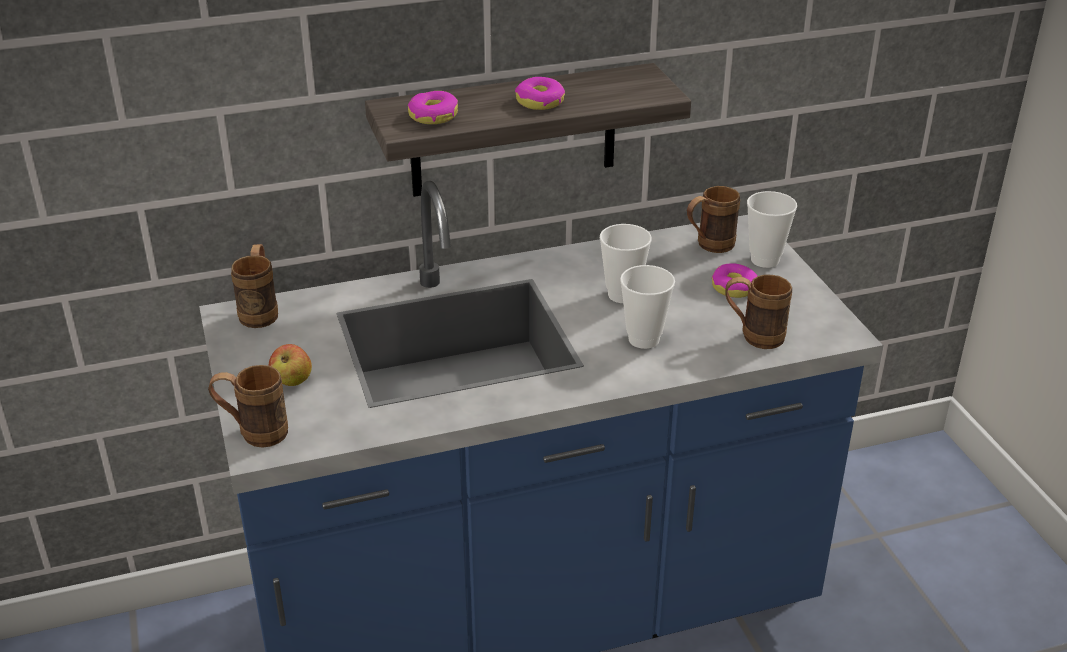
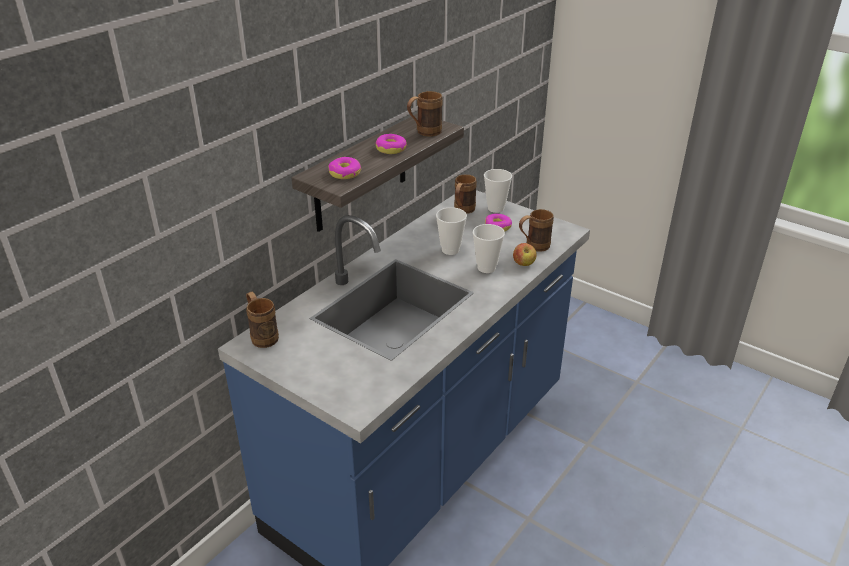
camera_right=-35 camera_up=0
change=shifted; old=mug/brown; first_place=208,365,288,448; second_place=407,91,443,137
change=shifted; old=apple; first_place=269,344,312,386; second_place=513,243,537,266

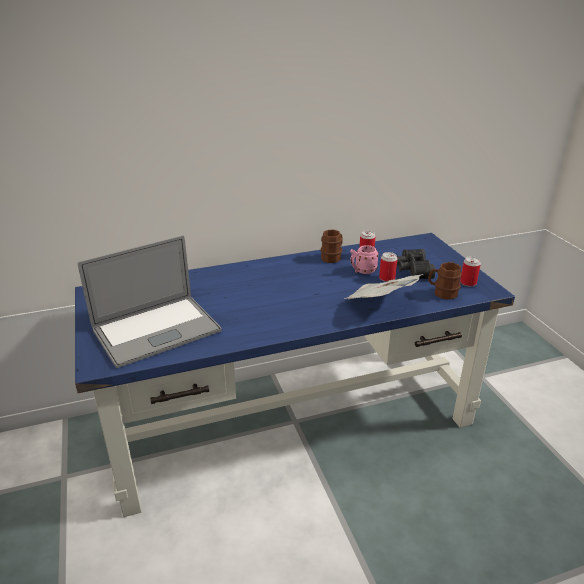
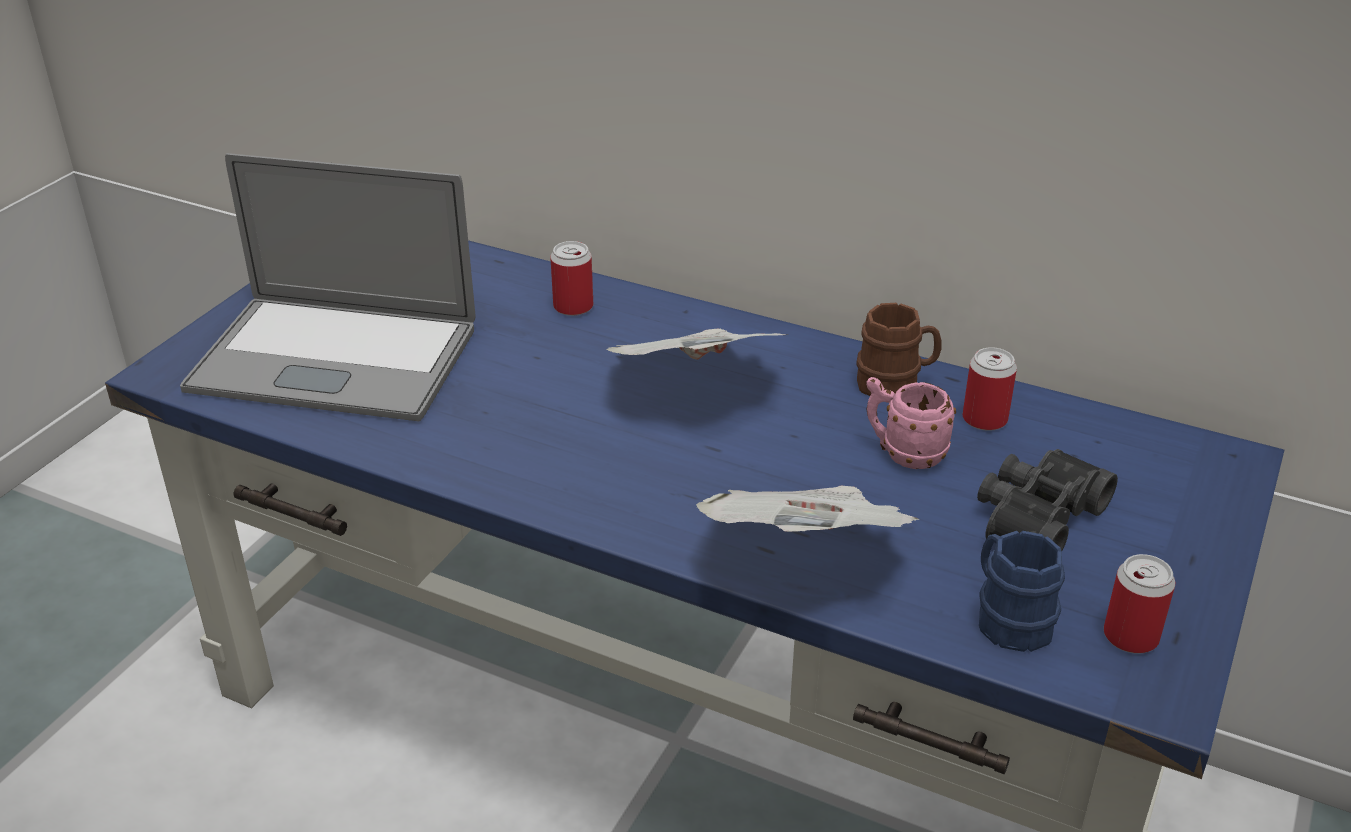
camera_right=45 camera_up=5
change=shifted; old=can; first_place=379,252,398,282; second_place=550,241,593,316
change=new; new=newspaper; second_place=606,328,787,360
change=repainted; old=mug/brown; new=mug/blue; first_place=428,262,462,300; second_place=979,531,1065,652

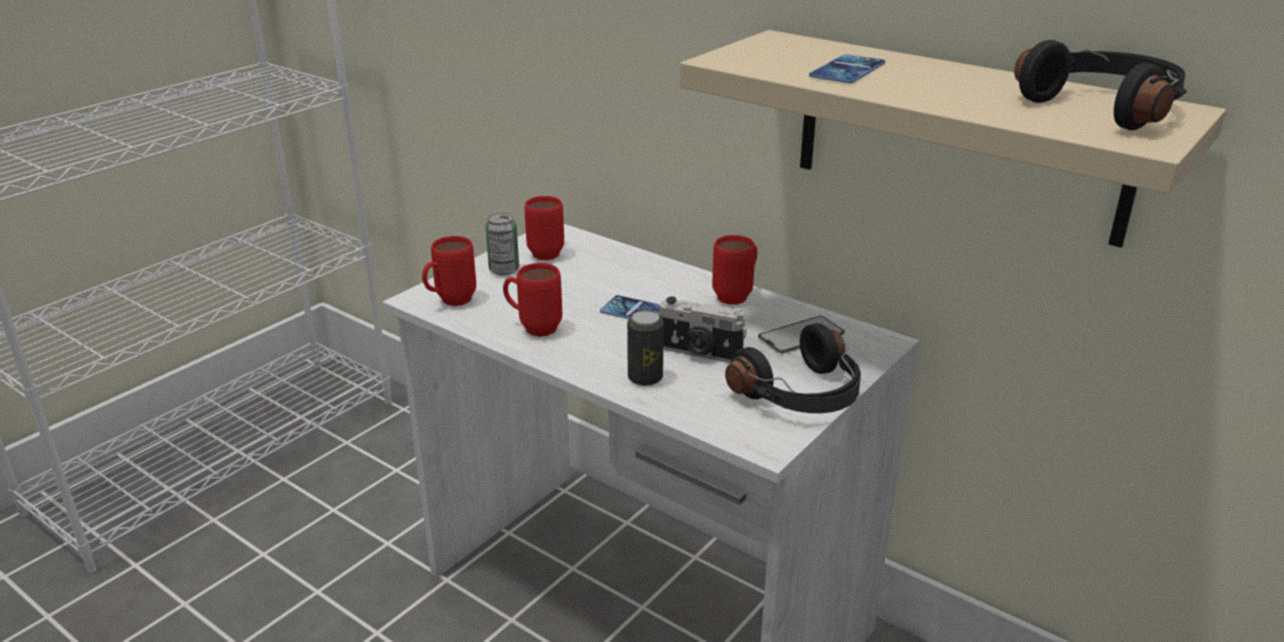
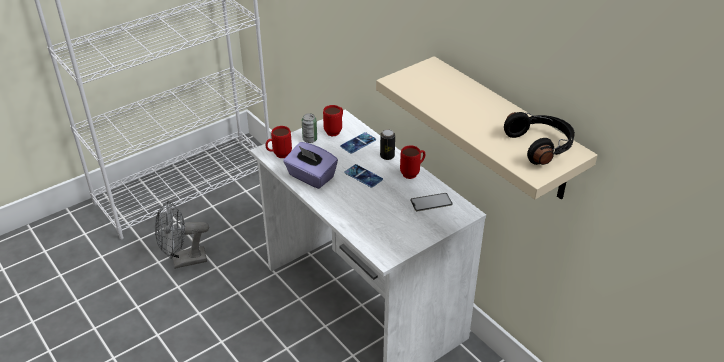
camera_right=15 camera_up=10
change=new; new=fan/grey; second_place=155,200,209,269
change=swapped; old=mug/red; new=tissue box/purple; first_place=503,263,562,337; second_place=283,142,338,189
change=shifted; old=phone; first_place=809,54,885,83; second_place=340,132,376,154
change=shifted; old=can; first_place=627,310,664,386; second_place=380,129,395,160
change=gone; old=photo camera; first_place=658,296,747,363
change=gone; old=headphones/black; first_place=725,323,861,413

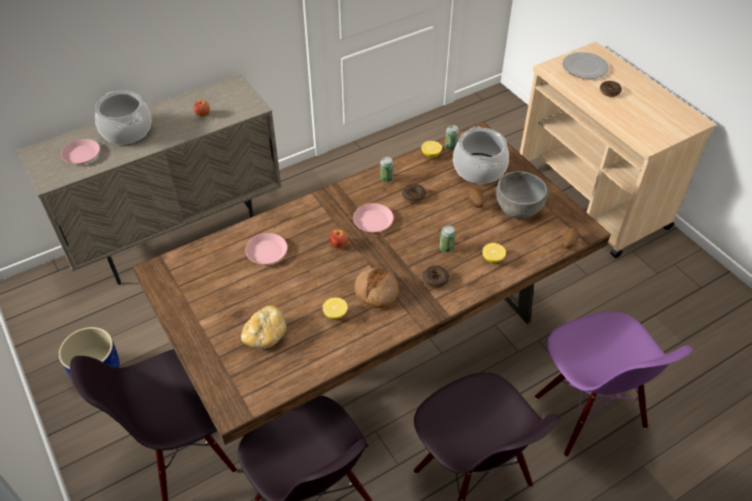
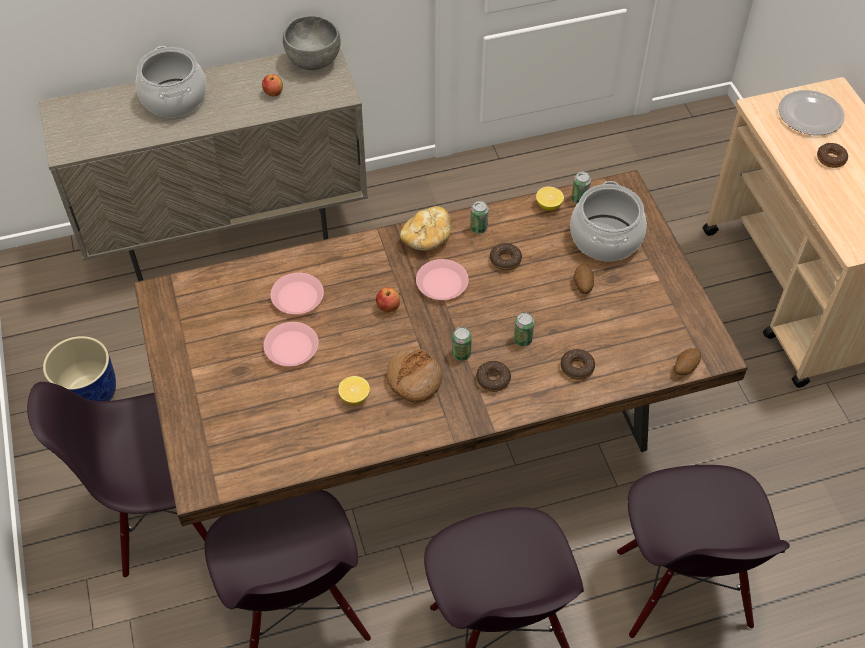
camera_right=15 camera_up=5
change=shifted; old=plate/pink; first_place=61,139,100,164; second_place=264,322,319,366
change=shifted; old=bowl/grey; first_place=496,171,548,219; second_place=283,15,341,70
change=shifted; old=bread; first_place=241,305,286,349; second_place=400,206,451,251
change=new; new=can; second_place=452,327,472,361
change=swapped; old=lemon; new=donut; first_place=482,243,506,263; second_place=561,349,595,380
change=repainted; old=chair/purple; new=chair/black; first_place=535,312,694,457; second_place=617,465,790,638

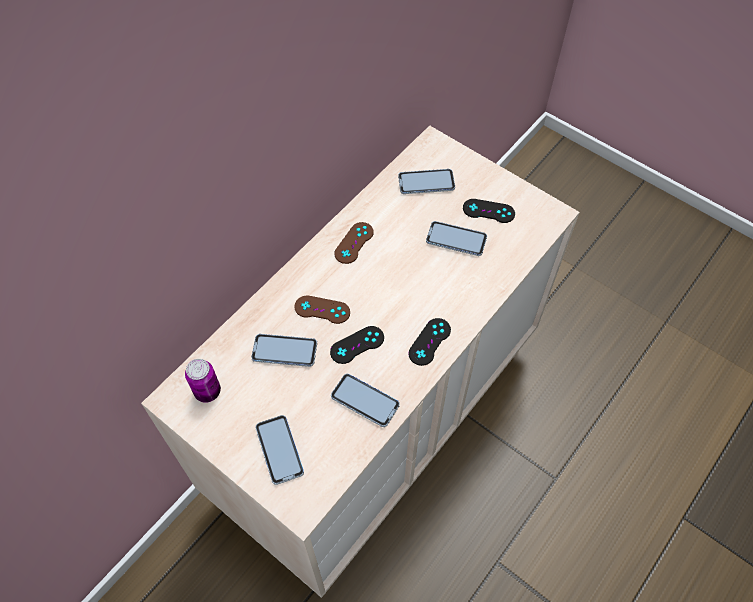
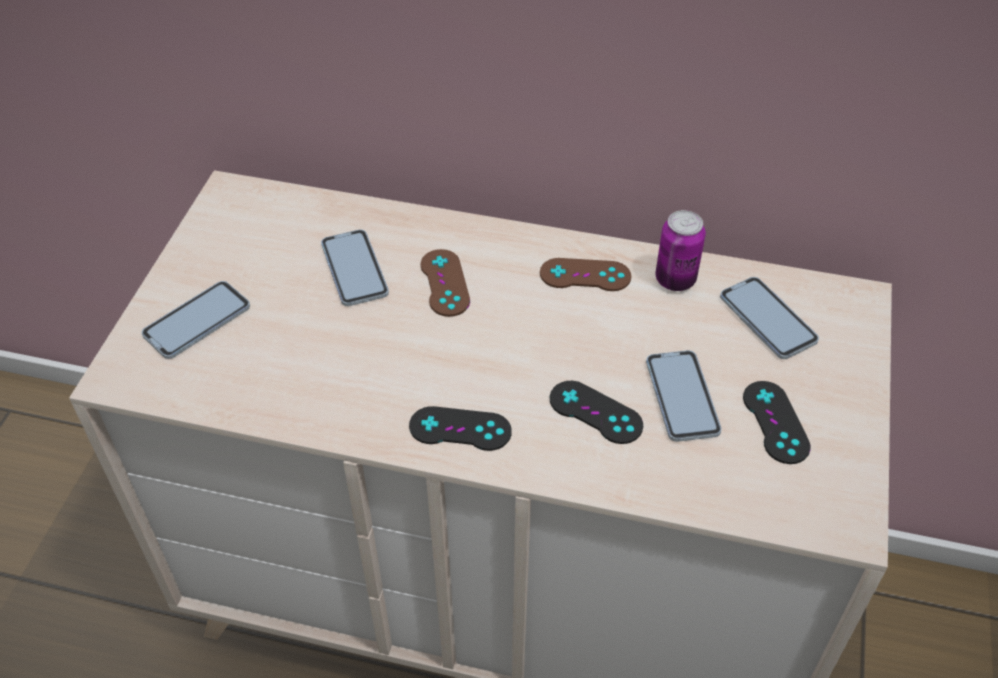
camera_right=65 camera_up=-10
change=shifted; old=game controller/black; first_place=330,326,384,364; second_place=550,381,643,444
change=shifted; old=can; first_place=185,359,221,403; second_place=655,210,706,291
change=gone; old=phone; first_place=331,374,400,427

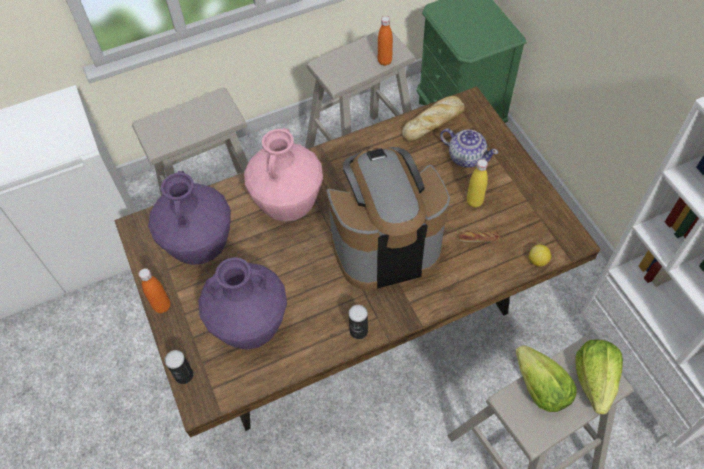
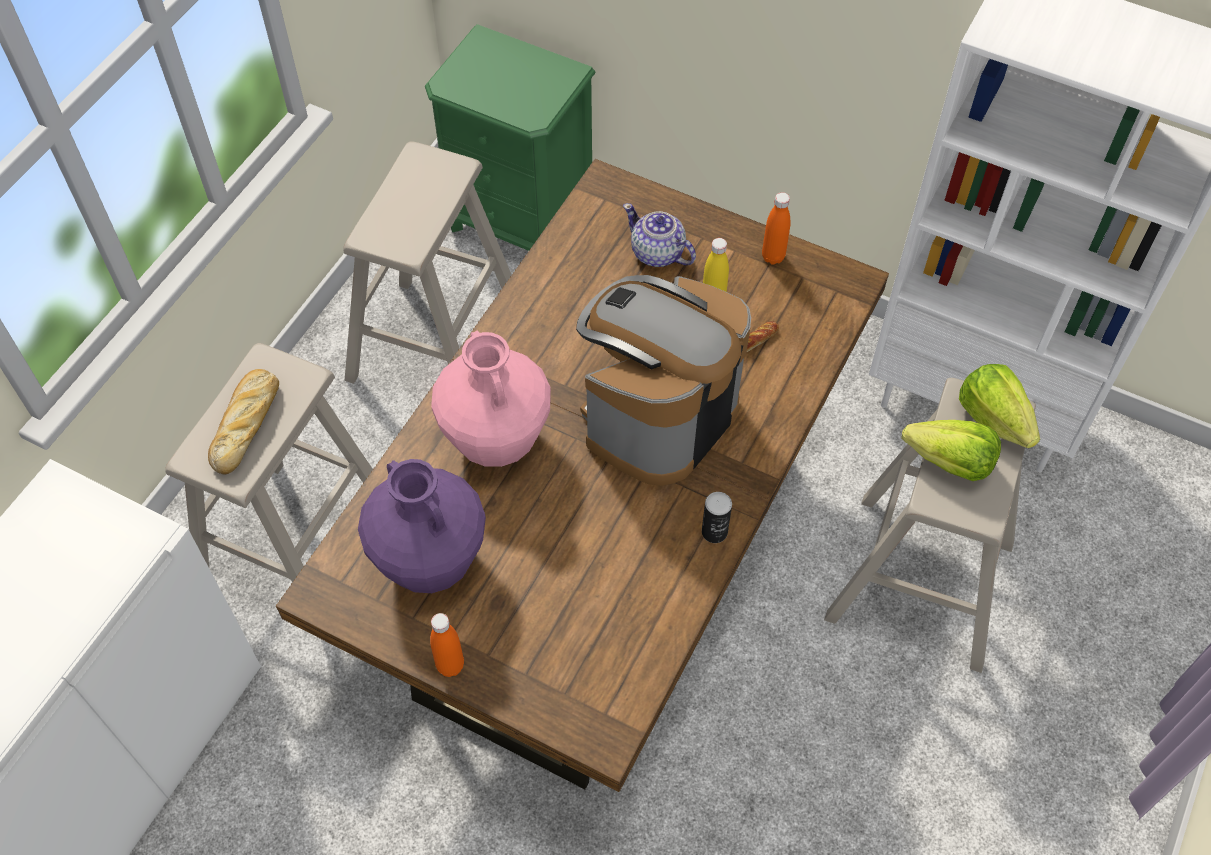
camera_right=-40 camera_up=0
change=shifted; old=bread; first_place=402,96,465,142; second_place=208,369,279,474
change=rotated; old=teapot; first_place=440,128,498,168; second_place=623,203,696,267; degrees=-135
change=shifted; old=bottle/orange; first_place=378,16,393,66; second_place=762,192,790,265
change=gone; old=can; first_place=165,350,193,384
change=gone; old=vase/purple; first_place=198,257,287,350
change=gone; old=lemon; first_place=529,245,551,267

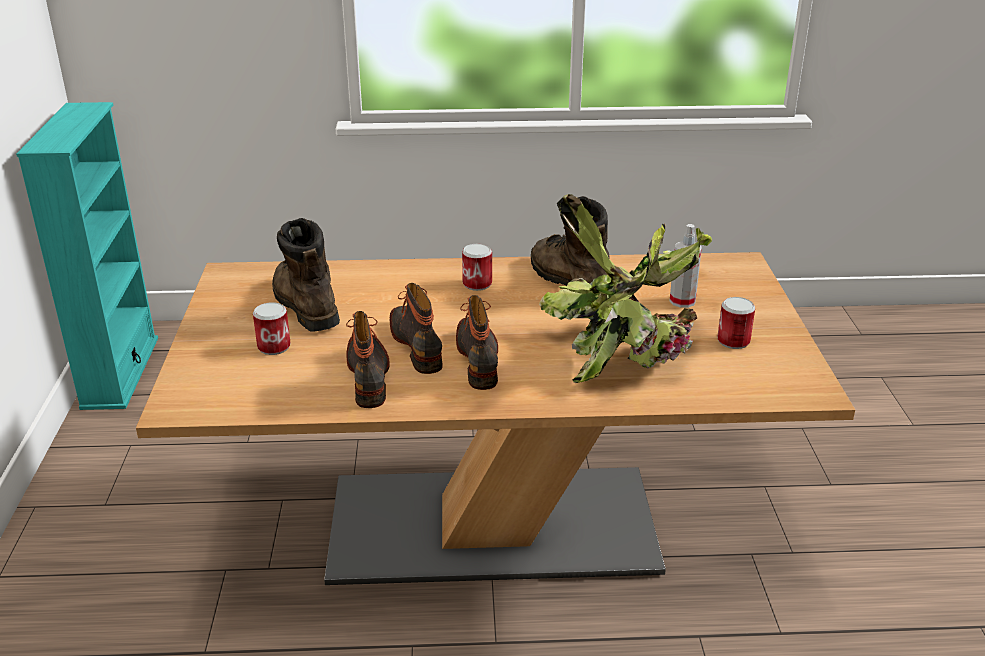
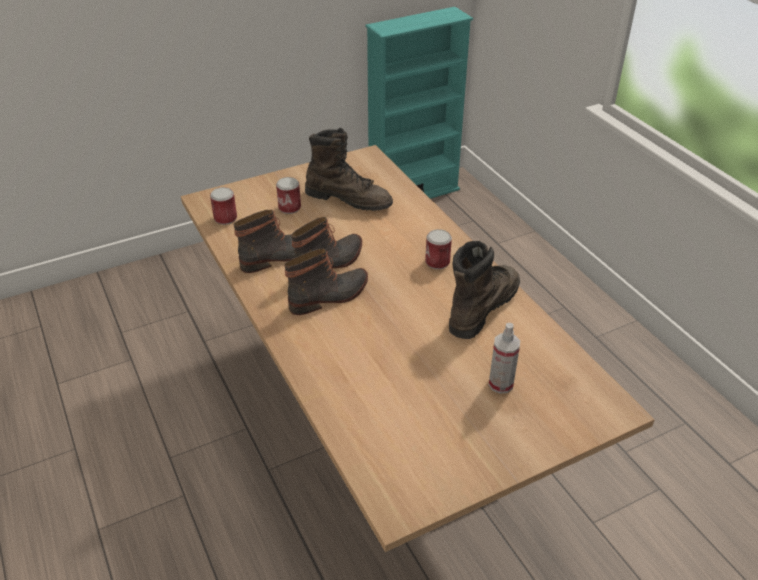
camera_right=65 camera_up=10
change=shifted; old=can; first_place=717,297,755,349; second_place=210,187,237,225
change=rotated; old=boot/brown; first_place=272,218,340,332; second_place=305,128,393,211; degrees=75
change=gone; old=potted plant; first_place=539,194,712,383

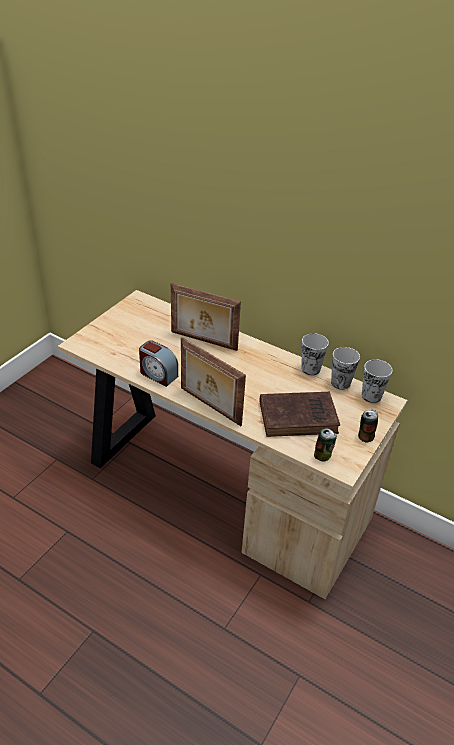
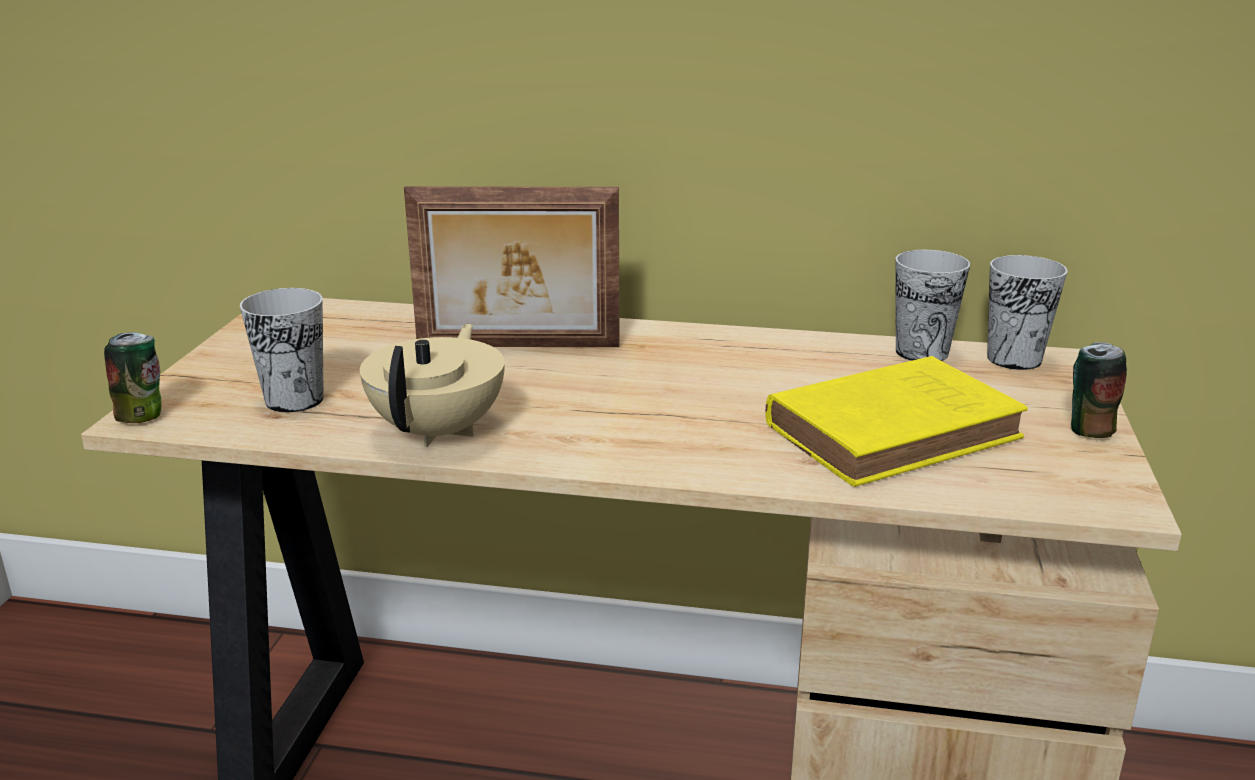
camera_right=-20 camera_up=-15
change=shifted; old=can; first_place=314,428,337,462; second_place=104,332,161,423
change=shifted; old=cup; first_place=301,333,329,375; second_place=240,288,324,412
change=swapped; old=alarm clock; new=teapot/beige; first_place=139,340,178,387; second_place=360,324,505,447
change=repainted; old=book/brown; new=book/yellow; first_place=259,392,340,437; second_place=765,356,1028,487
change=gone; old=picture frame; first_place=181,337,246,426

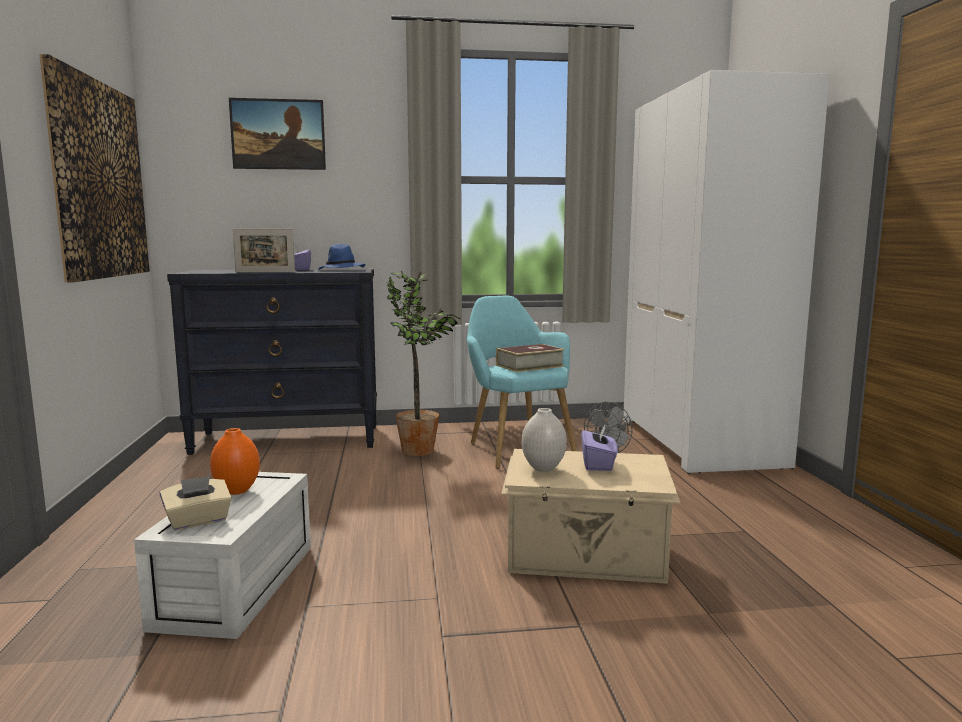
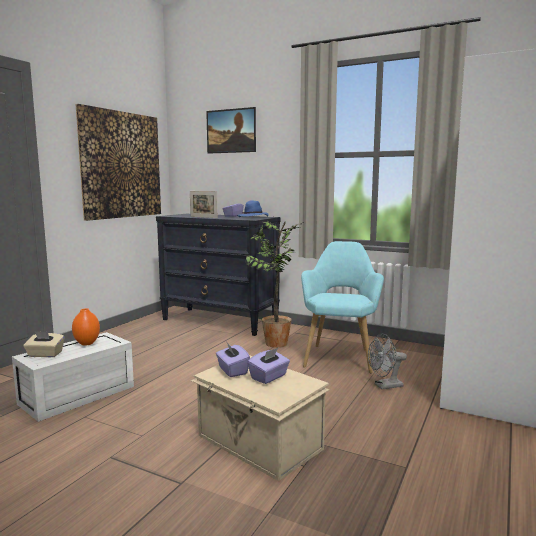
camera_right=35 camera_up=0
change=swapped; old=vase/white; new=tissue box/purple; first_place=522,408,567,472; second_place=216,341,250,377
change=gone; old=book; first_place=496,344,565,372

